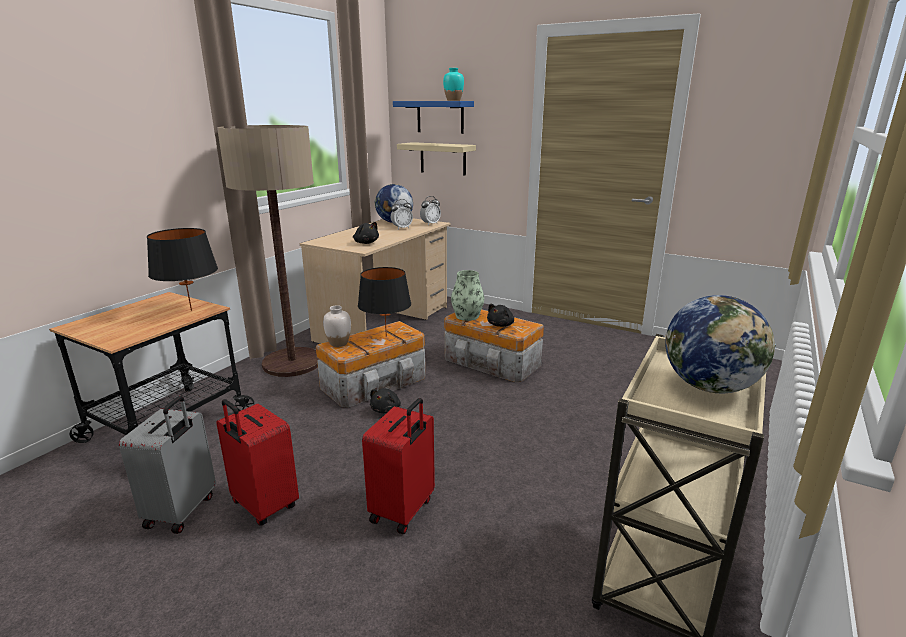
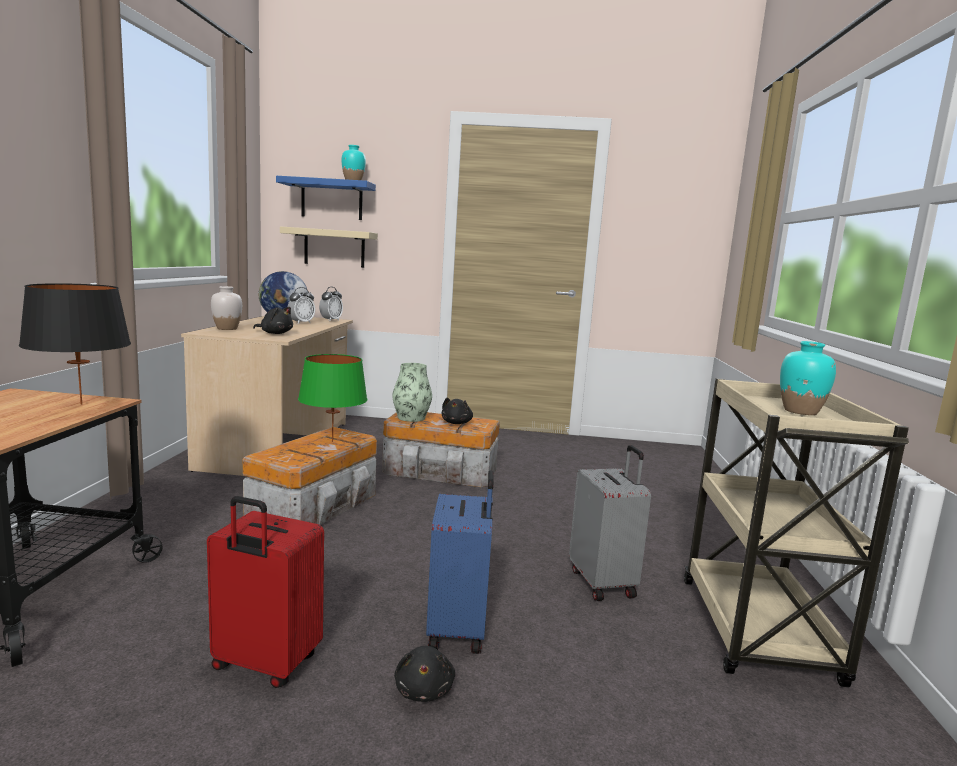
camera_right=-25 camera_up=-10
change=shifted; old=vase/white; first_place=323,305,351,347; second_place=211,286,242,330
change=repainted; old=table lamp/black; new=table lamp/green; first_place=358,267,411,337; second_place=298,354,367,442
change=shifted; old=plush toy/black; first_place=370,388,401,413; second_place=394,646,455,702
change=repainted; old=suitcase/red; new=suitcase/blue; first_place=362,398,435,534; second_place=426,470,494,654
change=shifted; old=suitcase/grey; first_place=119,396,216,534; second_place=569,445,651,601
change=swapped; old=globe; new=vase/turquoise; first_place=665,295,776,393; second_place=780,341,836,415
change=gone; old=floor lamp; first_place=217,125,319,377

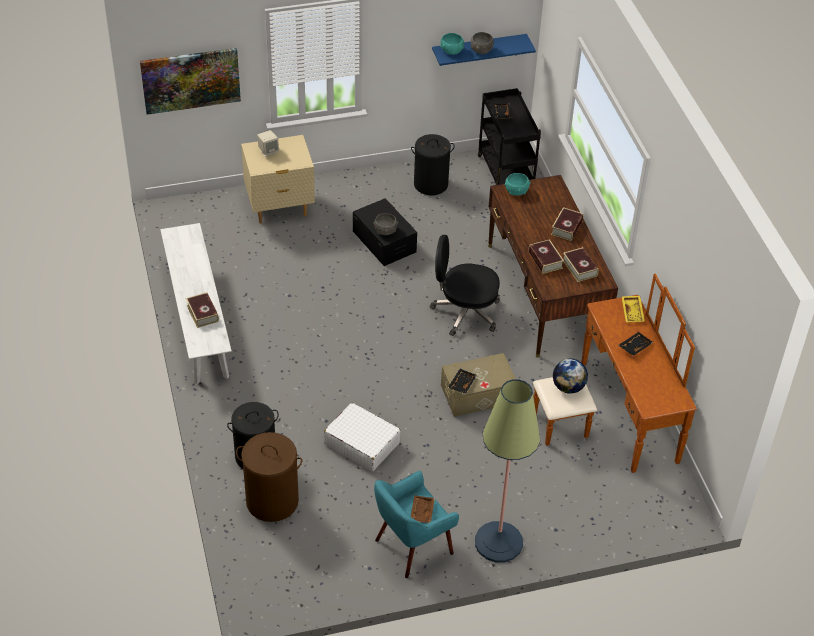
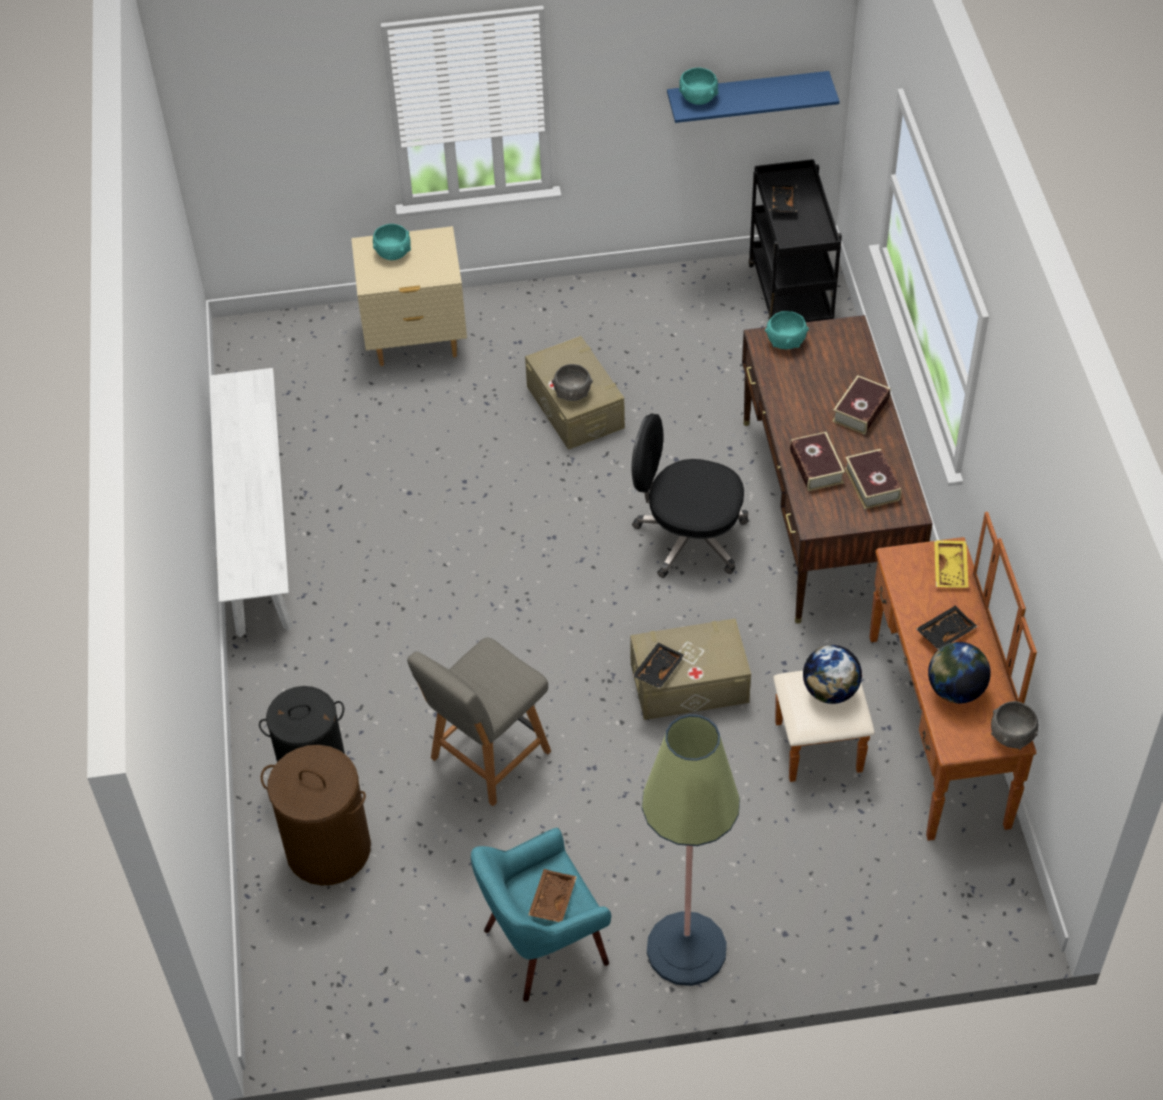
camera_right=10 camera_up=5
change=swapped; old=speaker/beige; new=bowl/turquoise; first_place=257,130,279,157; second_place=373,224,411,260
change=swapped; old=suitcase/white; new=chair/grey; first_place=324,403,401,471; second_place=407,637,551,806
change=repainted; old=storage box/black; new=storage box/beige; first_place=353,198,417,266; second_place=525,336,625,450
change=new; new=globe; second_place=928,642,991,703
change=shifted; old=bowl/grey; first_place=471,32,494,54; second_place=991,701,1038,750
change=gone; old=picture; first_place=140,48,241,115
change=gone; old=book; first_place=186,292,219,328
change=gone; old=laundry basket/black; first_place=411,134,455,195

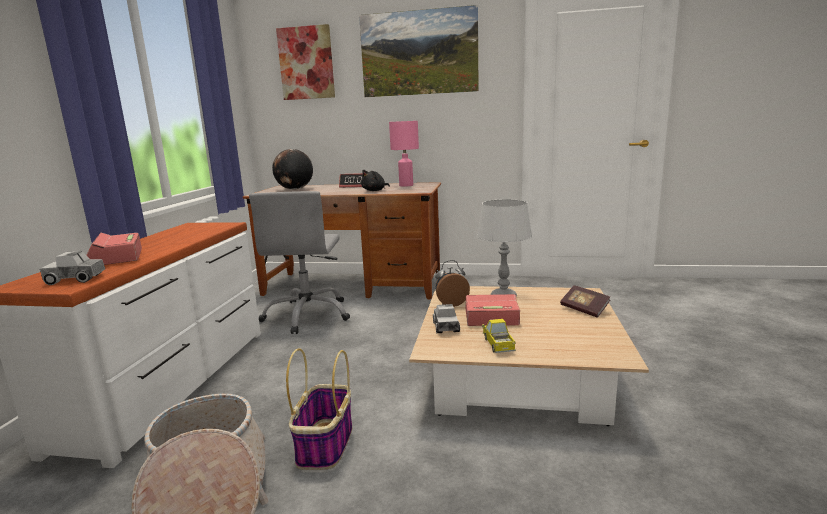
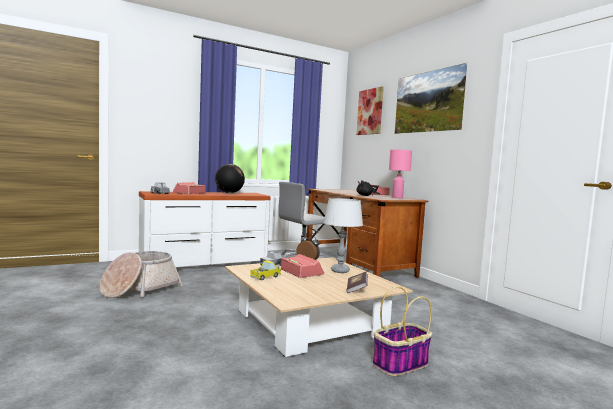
camera_right=50 camera_up=-10
change=shifted; old=globe; first_place=272,149,313,190; second_place=215,164,245,193
change=shifted; old=basket; first_place=286,348,352,470; second_place=373,286,432,376

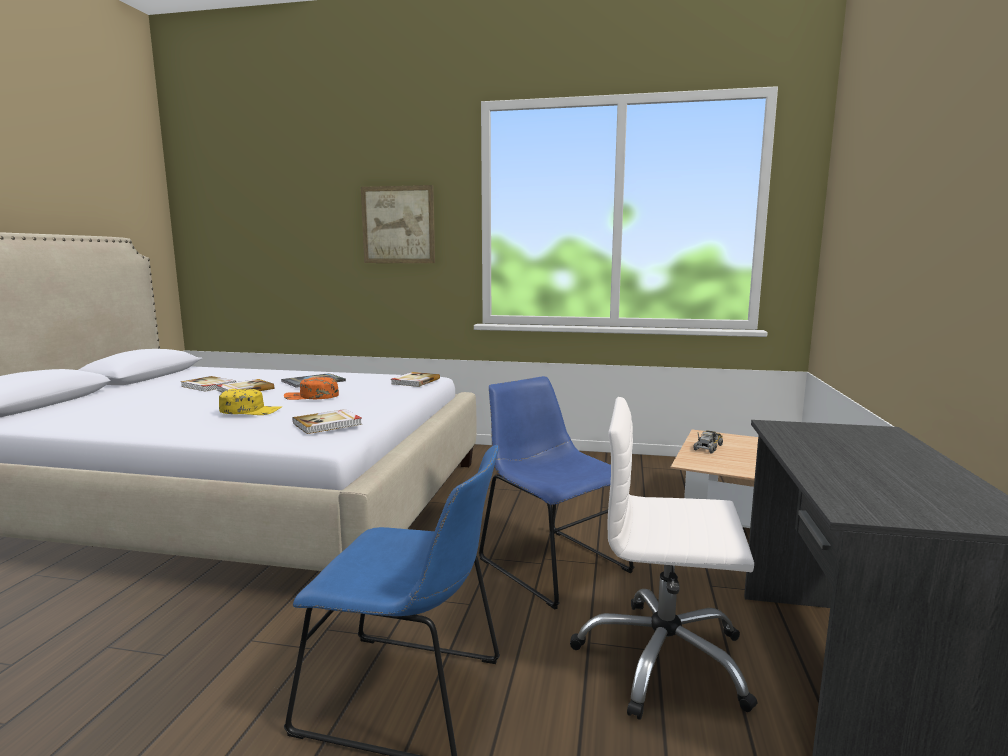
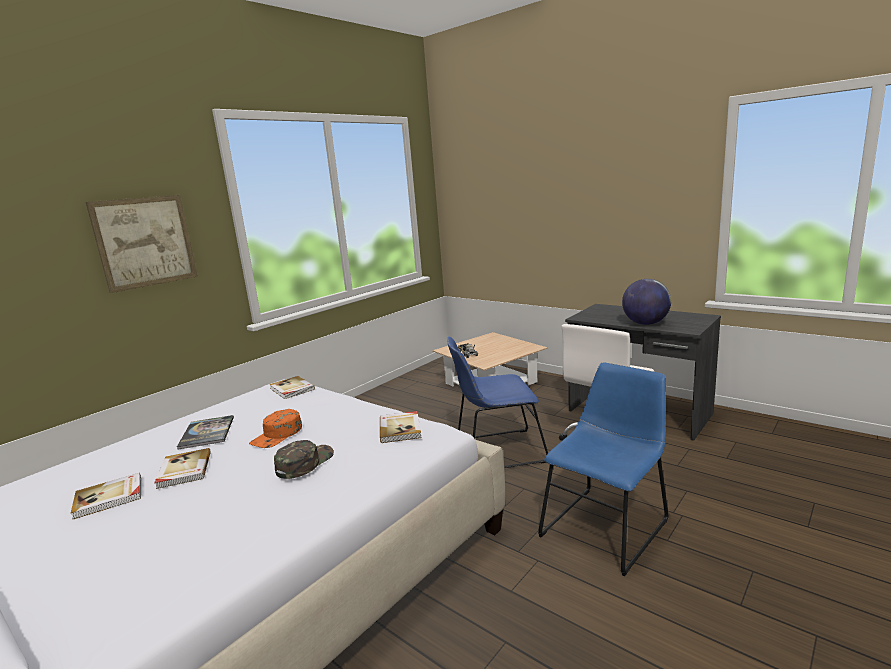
camera_right=-60 camera_up=5
change=repainted; old=cap/yellow; new=cap/green; first_place=219,389,281,415; second_place=274,440,334,479
change=new; new=globe; second_place=622,279,671,325

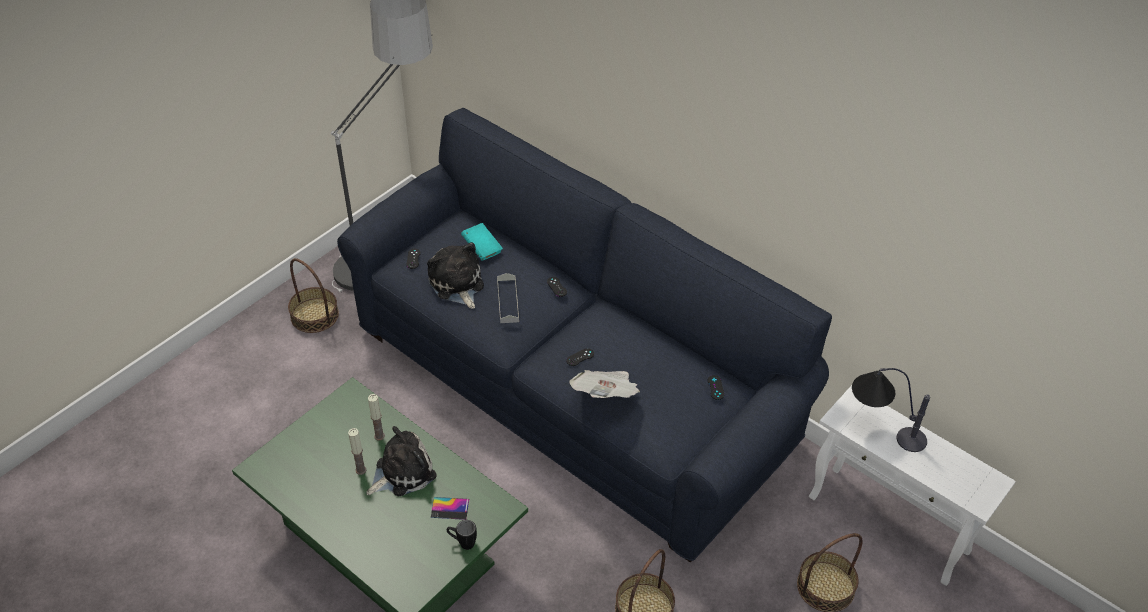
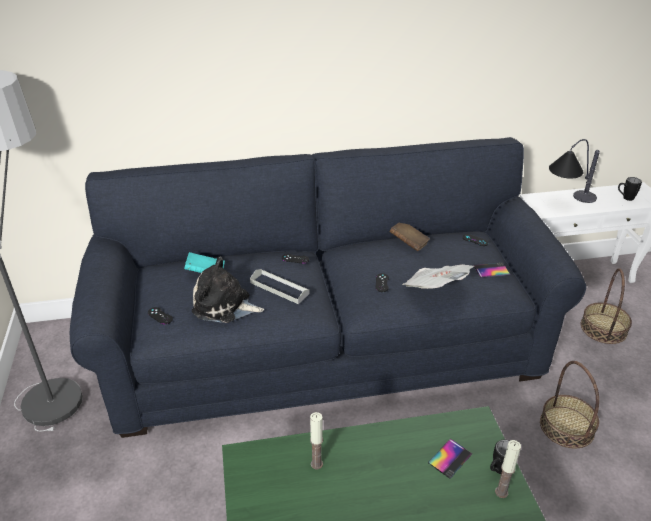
camera_right=-50 camera_up=-10
change=new; new=book/brown; second_place=390,223,430,251
change=new; new=phone; second_place=473,263,510,278
change=shifted; old=candle; first_place=348,428,366,475; second_place=495,440,521,498
change=new; new=mug/black; second_place=618,177,642,201
change=gone; old=basket; first_place=288,258,339,333
change=gone; old=plush toy; first_place=366,426,437,496

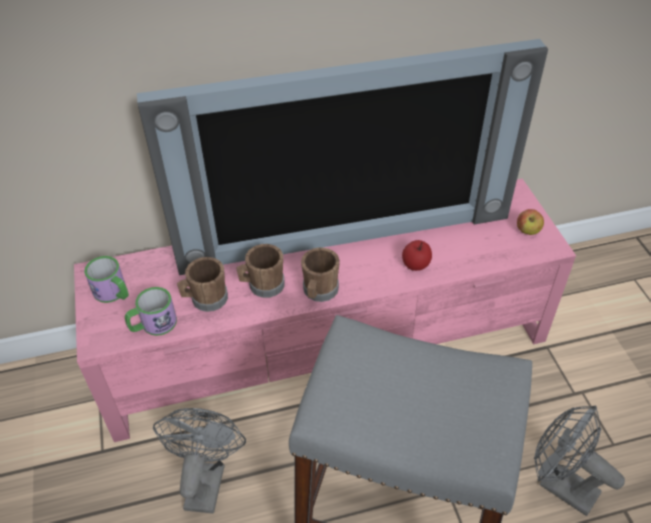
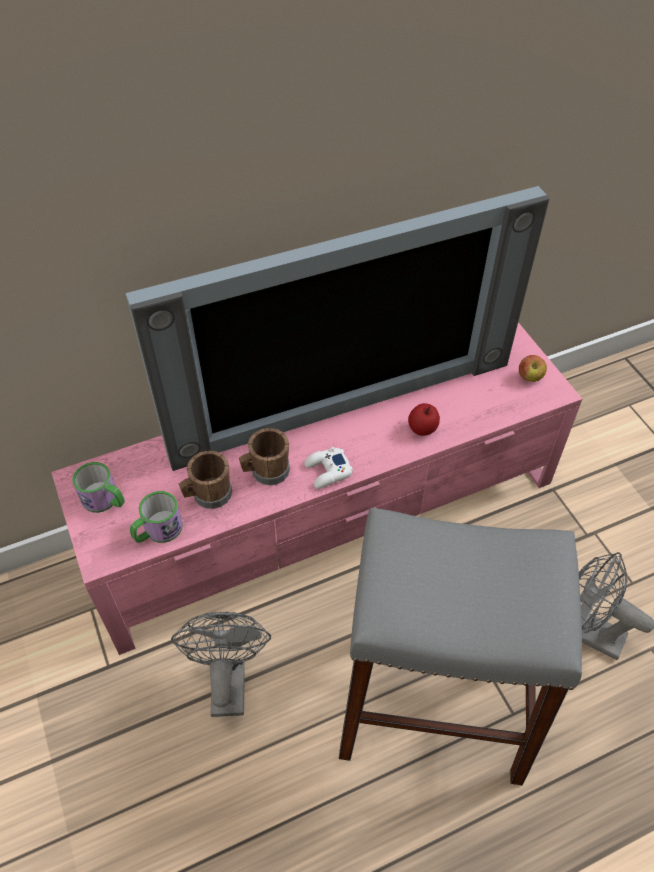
camera_right=-10 camera_up=5
change=swapped; old=mug/brown; new=game controller/white; first_place=301,247,340,302; second_place=304,447,353,489

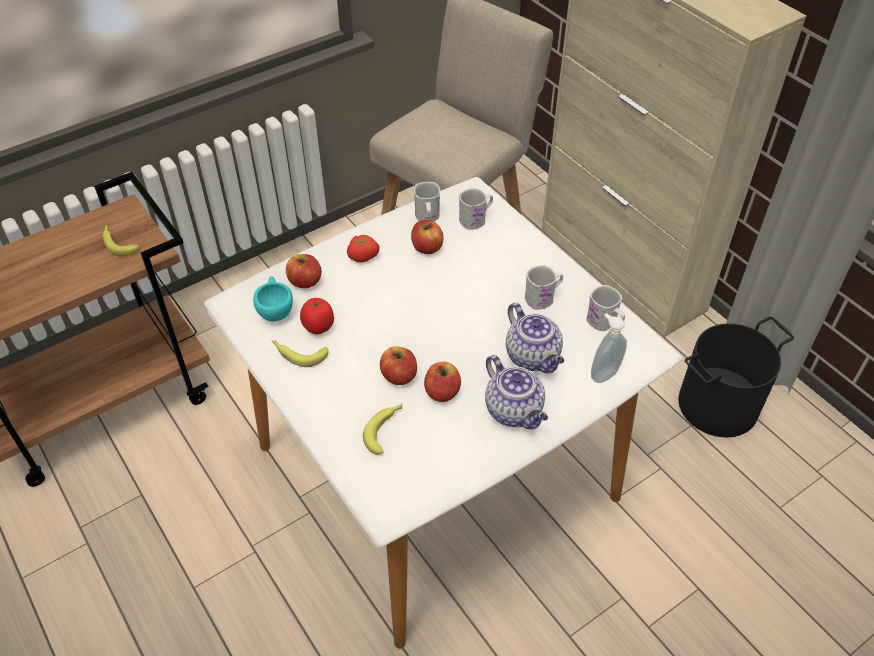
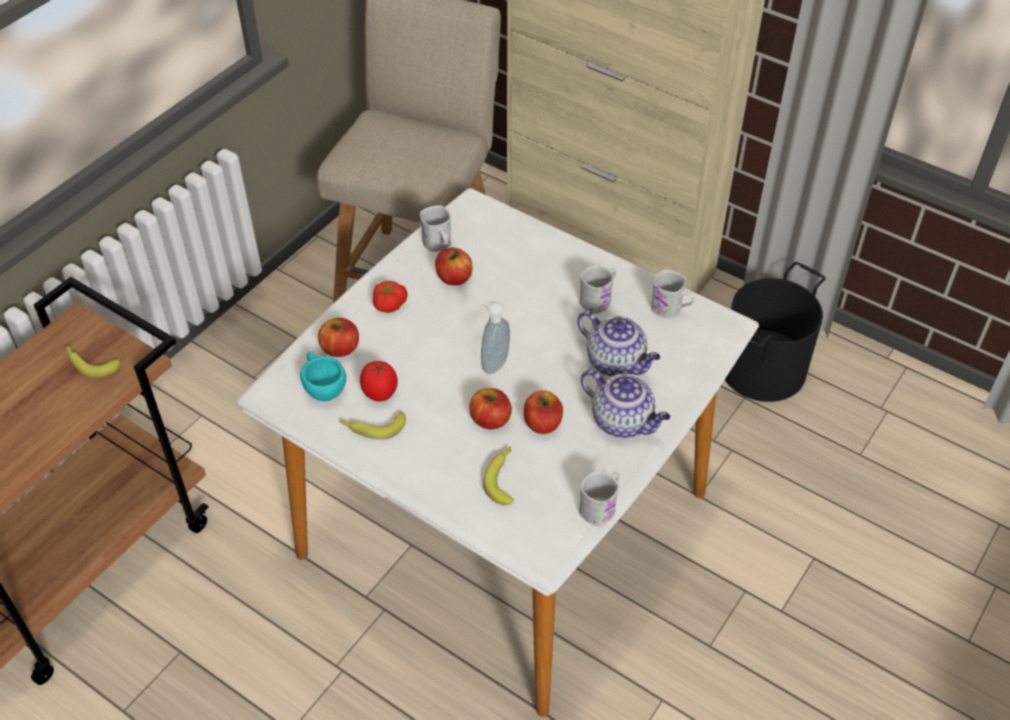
camera_right=-20 camera_up=0
change=shifted; old=soap dispenser; first_place=591,313,627,383; second_place=481,300,510,374
change=shifted; old=mug/white; first_place=459,188,493,230; second_place=579,471,620,526

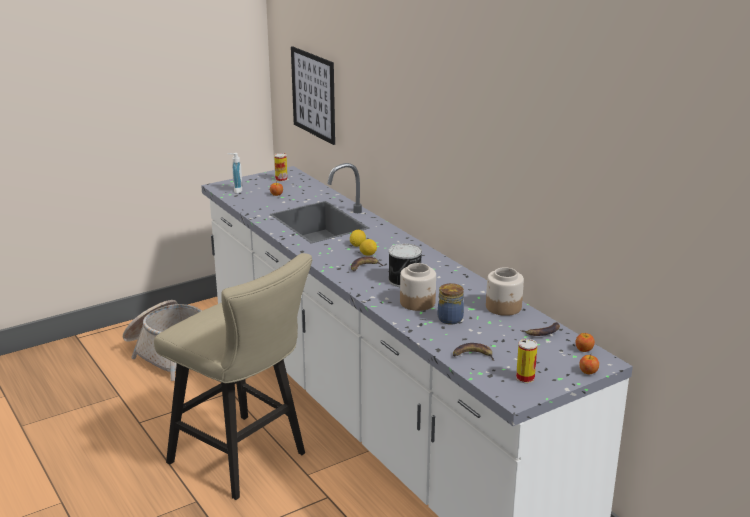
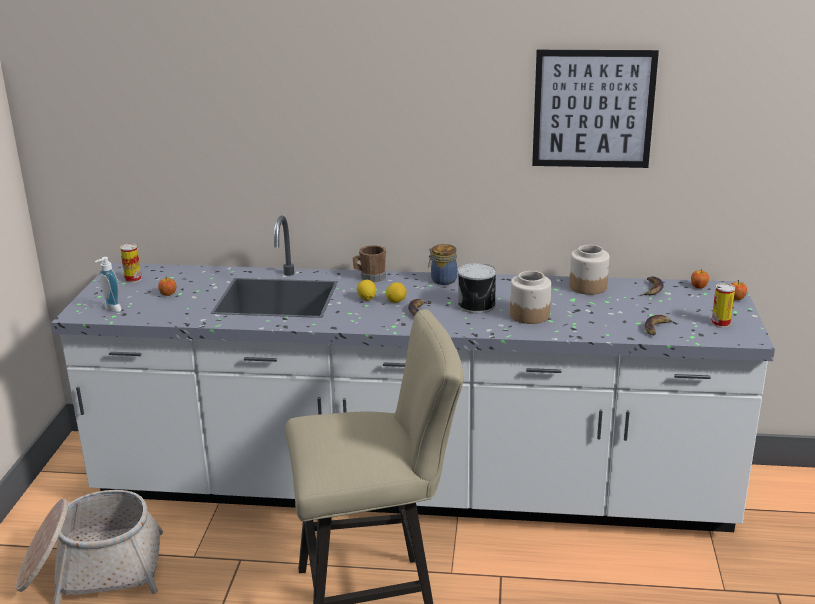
camera_right=-50 camera_up=0
change=new; new=mug/brown; second_place=353,245,386,282
change=shifted; old=jar; first_place=438,283,464,325; second_place=428,244,457,285
change=shifted; old=picture; first_place=291,46,335,145; second_place=532,50,659,168

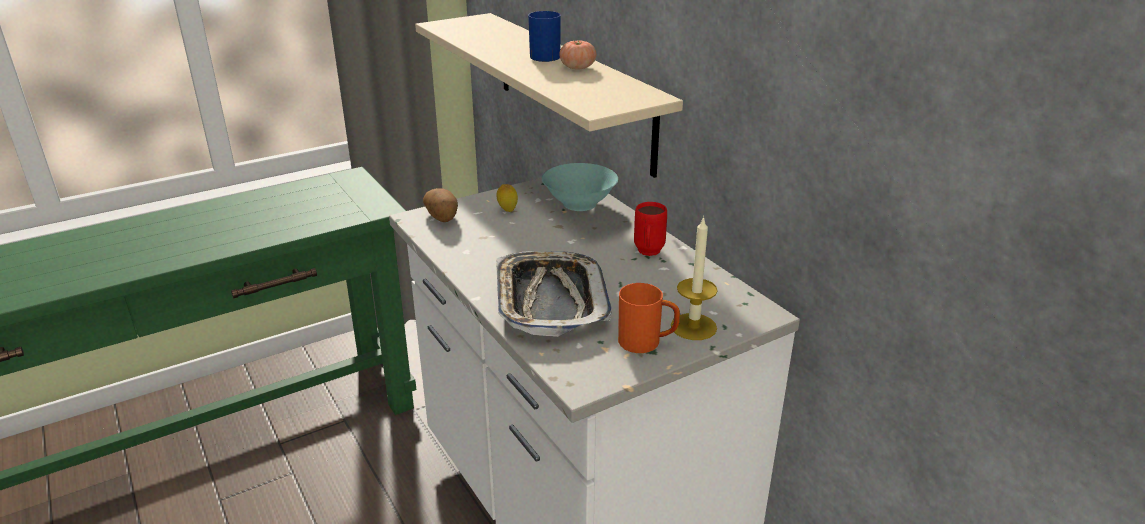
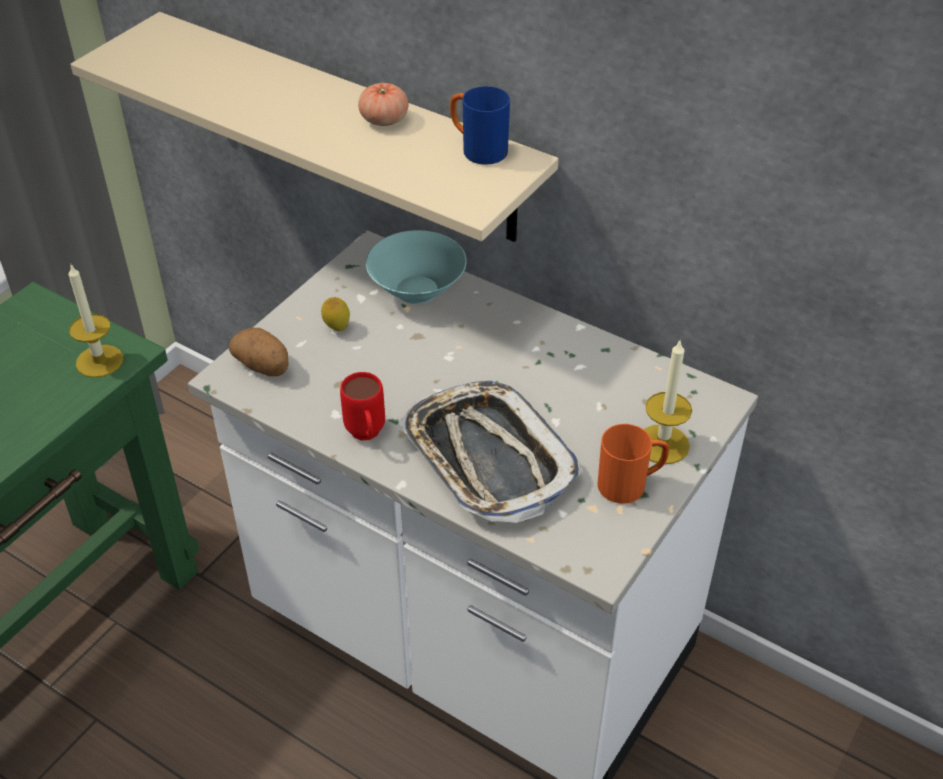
camera_right=-25 camera_up=15
change=new; new=candle; second_place=68,265,123,378
change=shifted; old=mug/red; first_place=634,202,667,256; second_place=340,372,385,441
change=shifted; old=mug/blue; first_place=528,11,560,62; second_place=450,86,510,165

